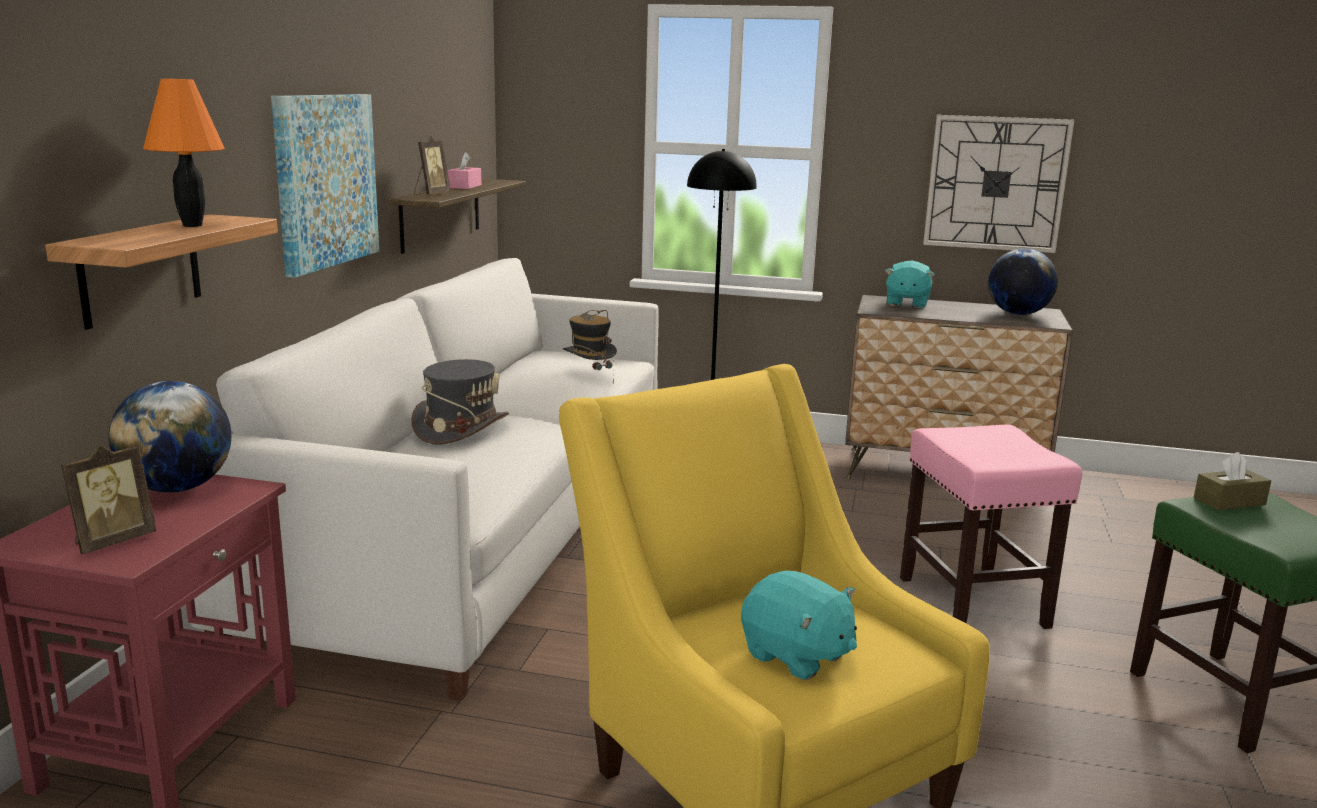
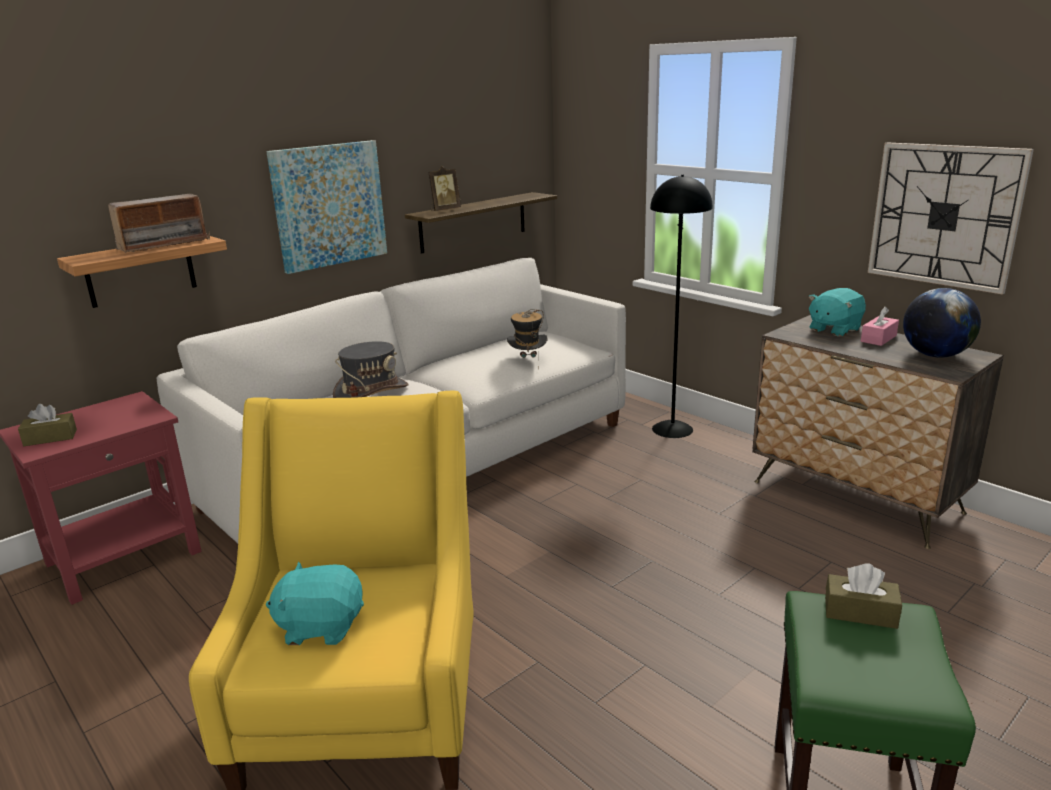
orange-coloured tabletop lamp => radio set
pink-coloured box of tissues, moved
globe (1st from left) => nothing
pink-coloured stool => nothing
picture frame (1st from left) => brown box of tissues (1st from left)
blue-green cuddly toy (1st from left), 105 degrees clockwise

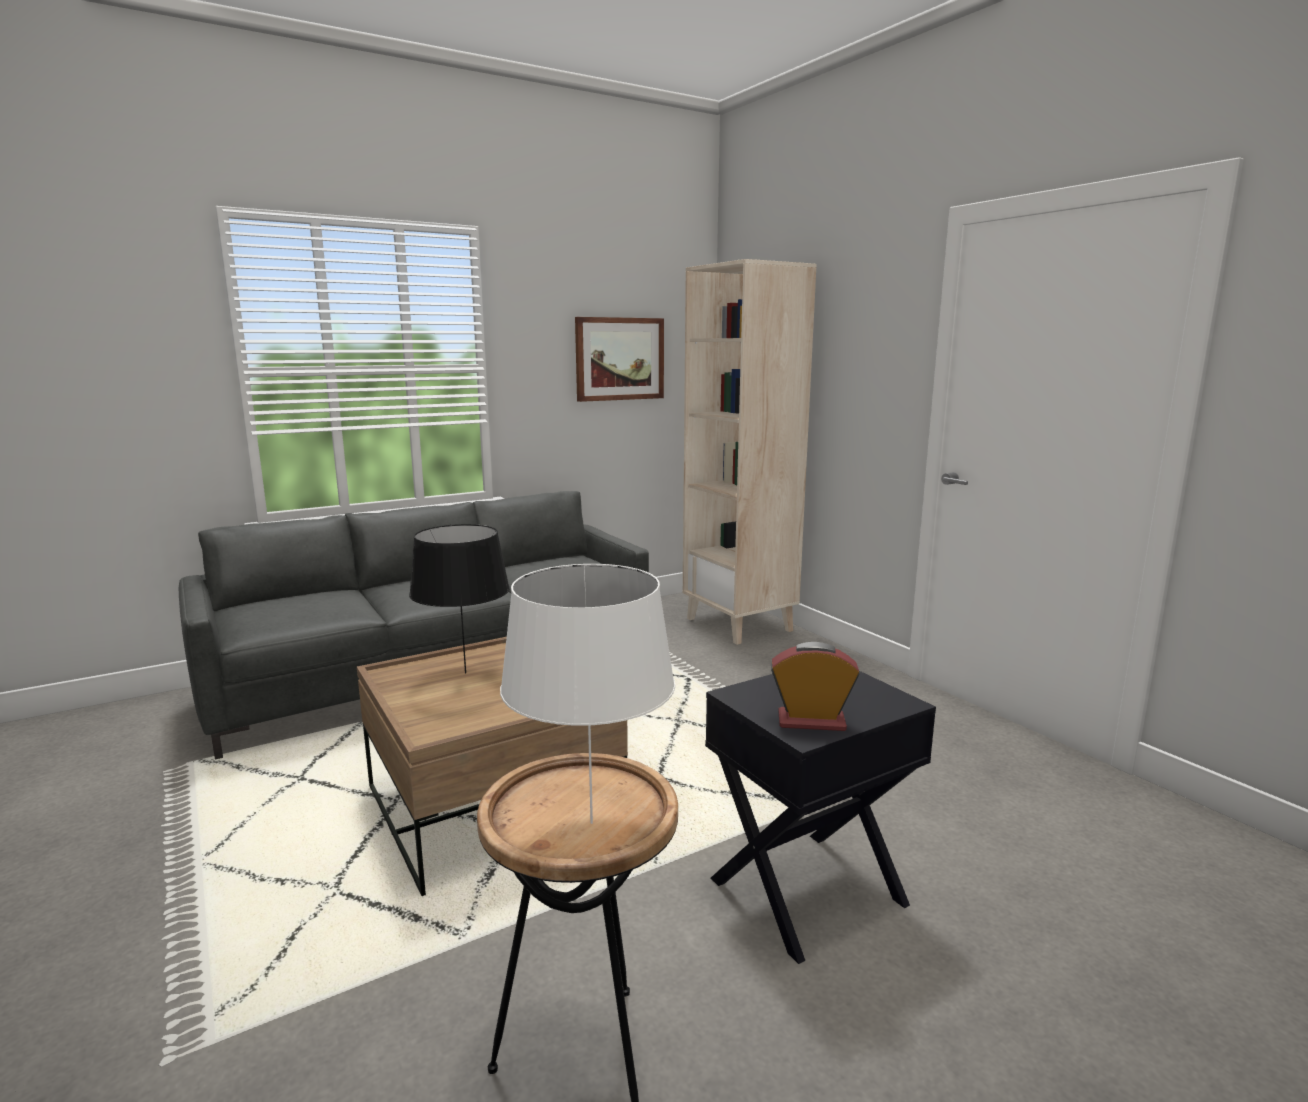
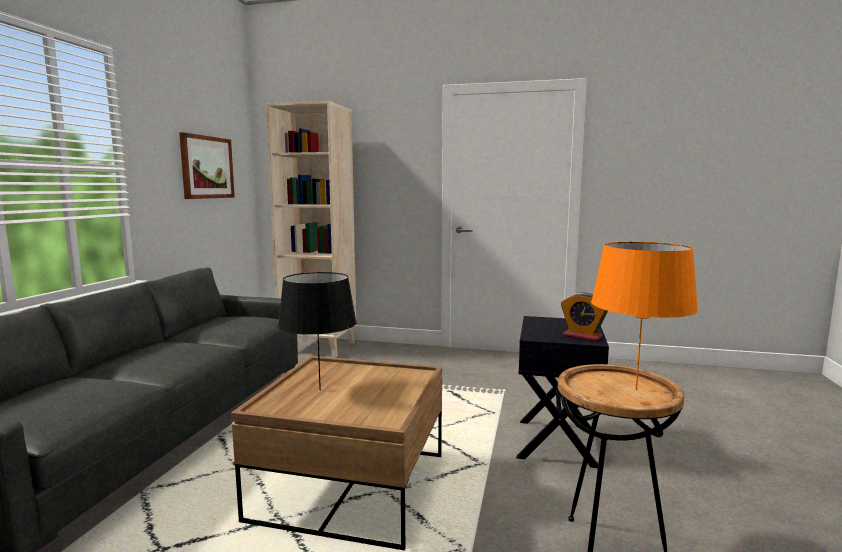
white tabletop lamp => orange-coloured tabletop lamp
bedside clock, 105 degrees counterclockwise

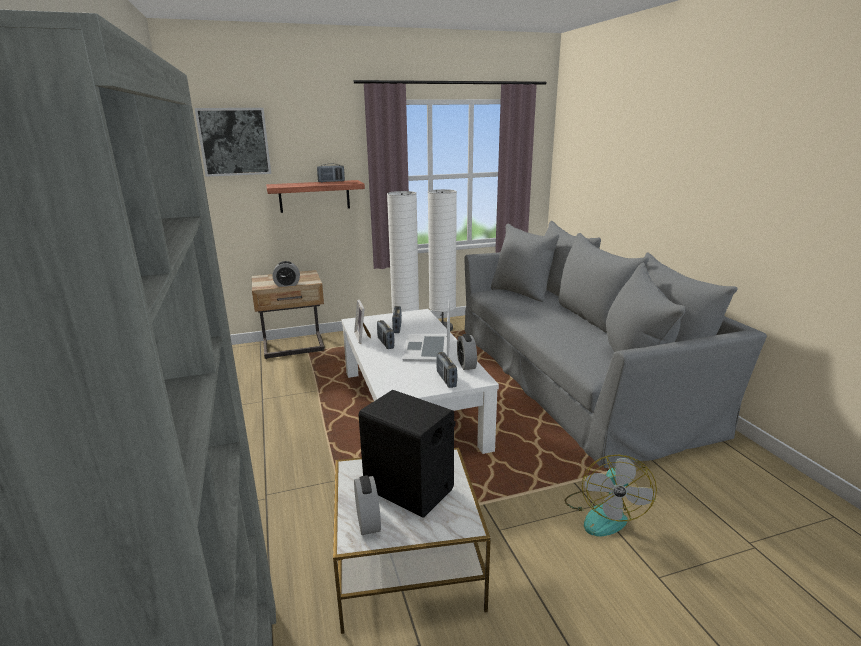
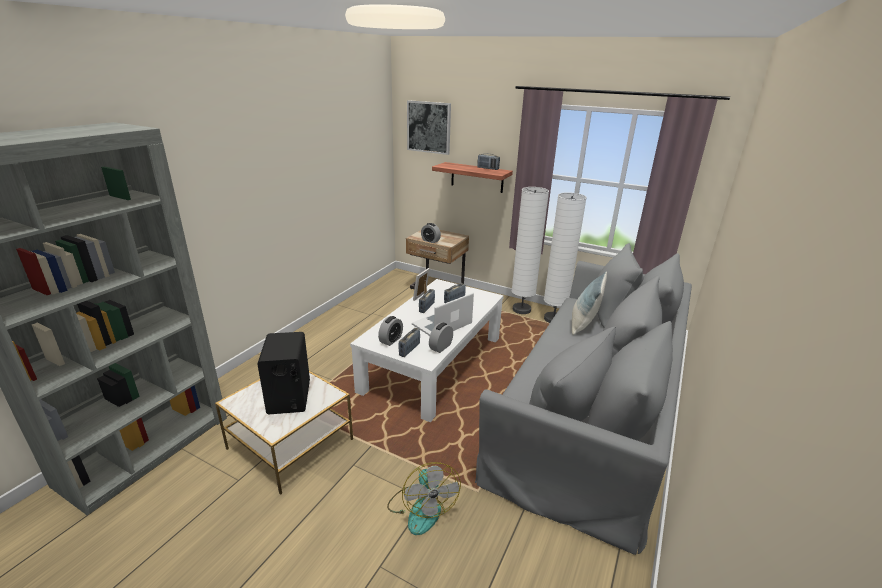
electric fan, 75 degrees counterclockwise
bedside clock (2nd from left in the first image) => bedside clock (1st from left), moved
nothing => cushion

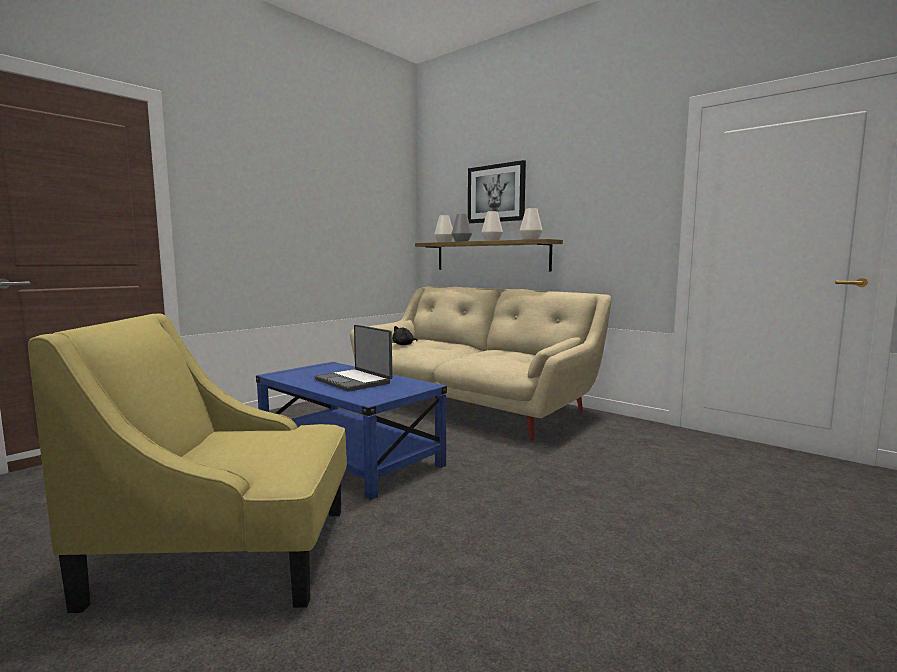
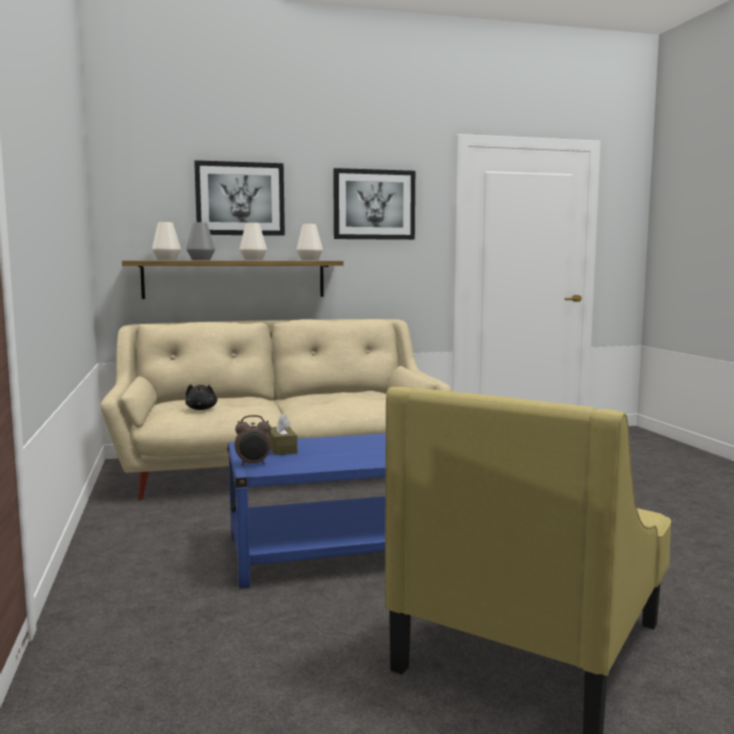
portable computer => nothing
nothing => wall picture (2nd from left)
nothing => brown box of tissues
nothing => bedside clock

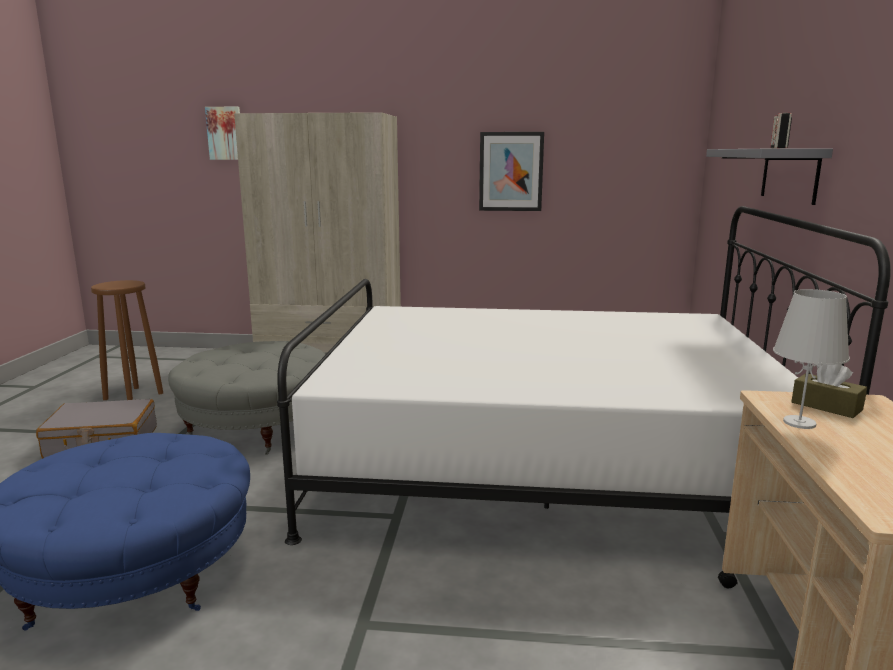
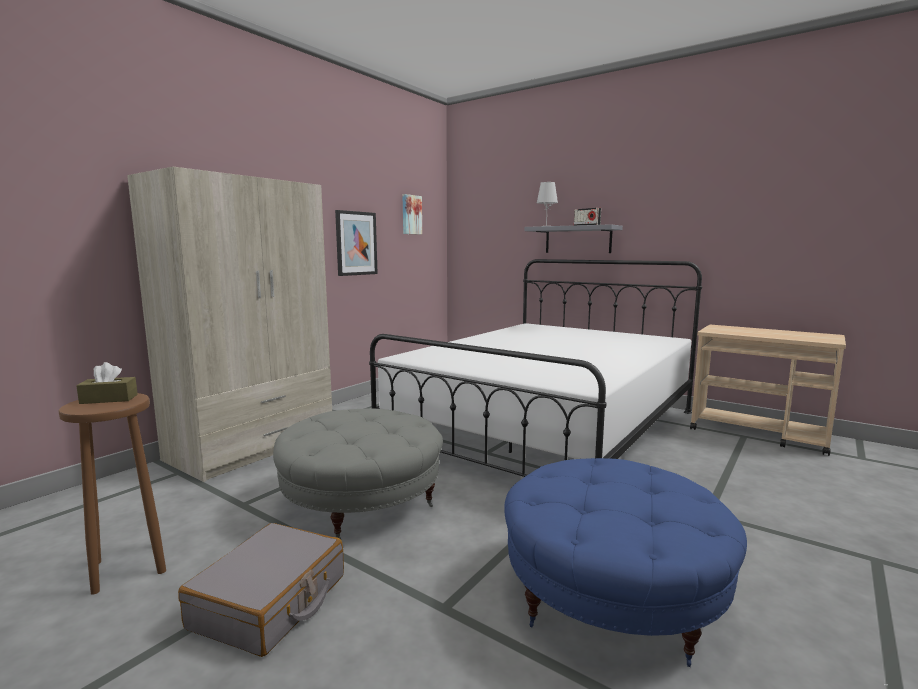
wall picture (1st from left in the first image) => wall picture (2nd from left), moved
white tabletop lamp, moved
brown box of tissues, moved

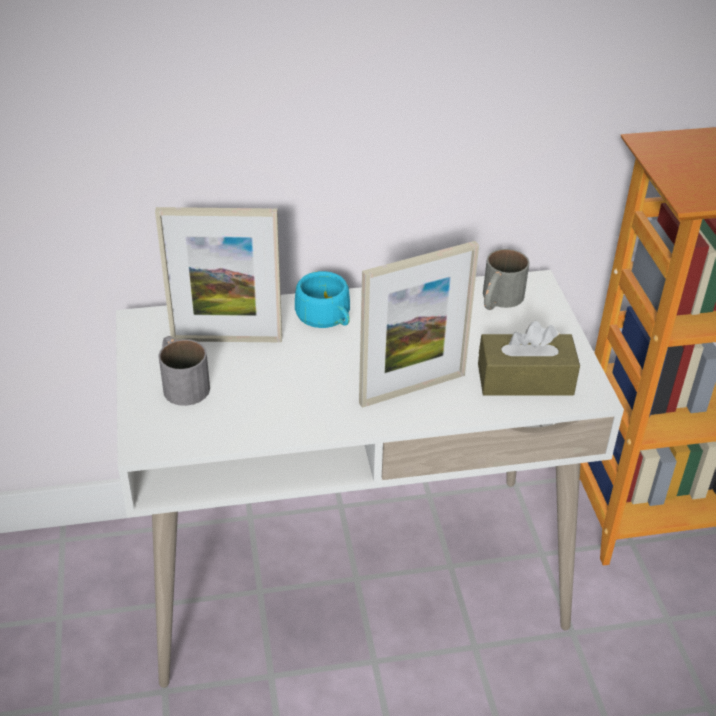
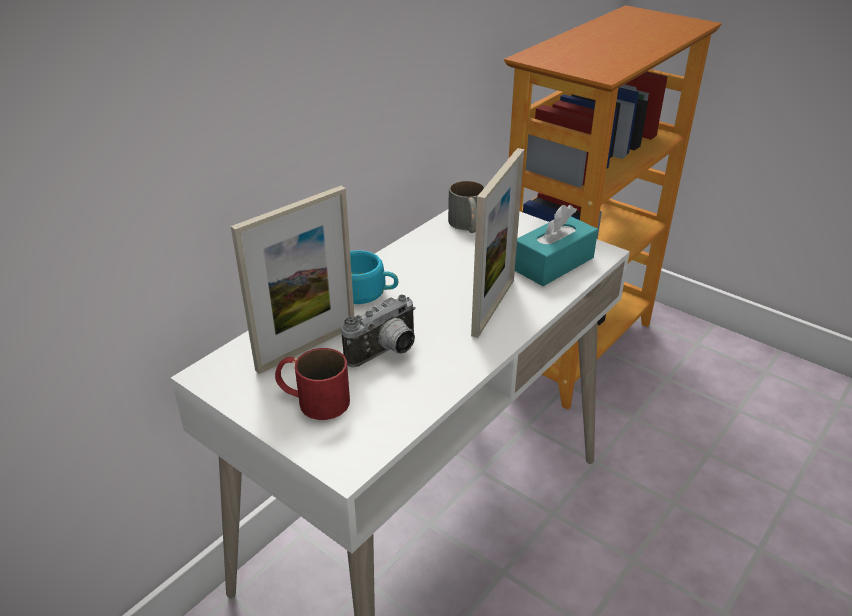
brown box of tissues => blue-green box of tissues
greyish tea mug (1st from left) => red tea mug
nothing => photo camera

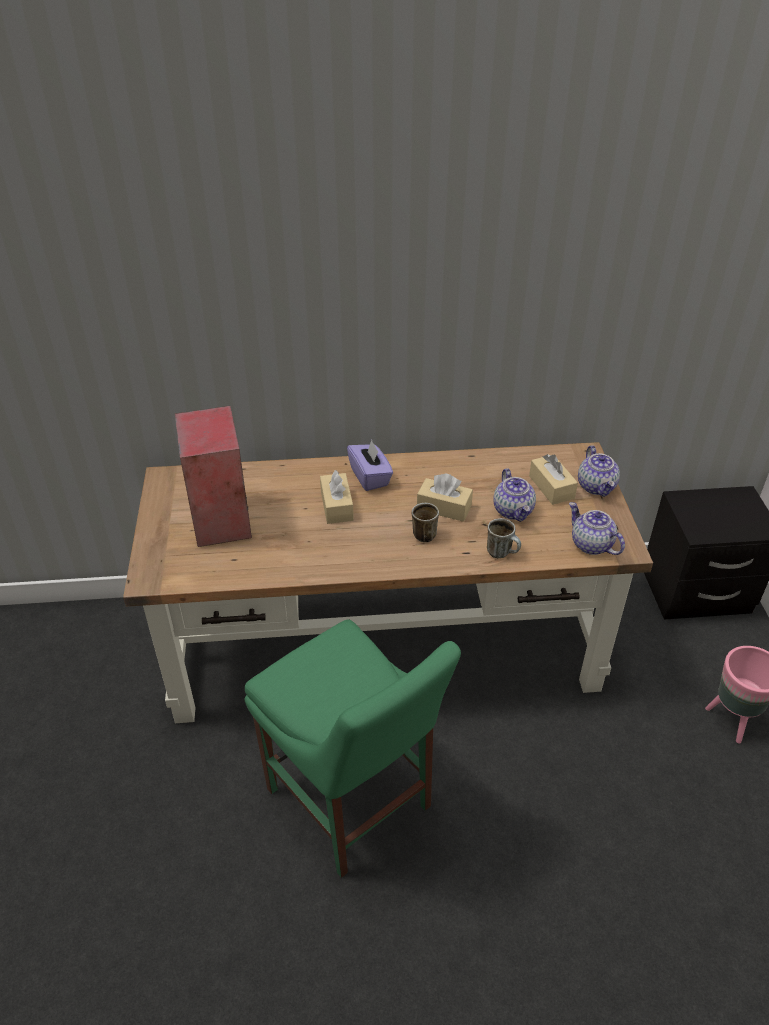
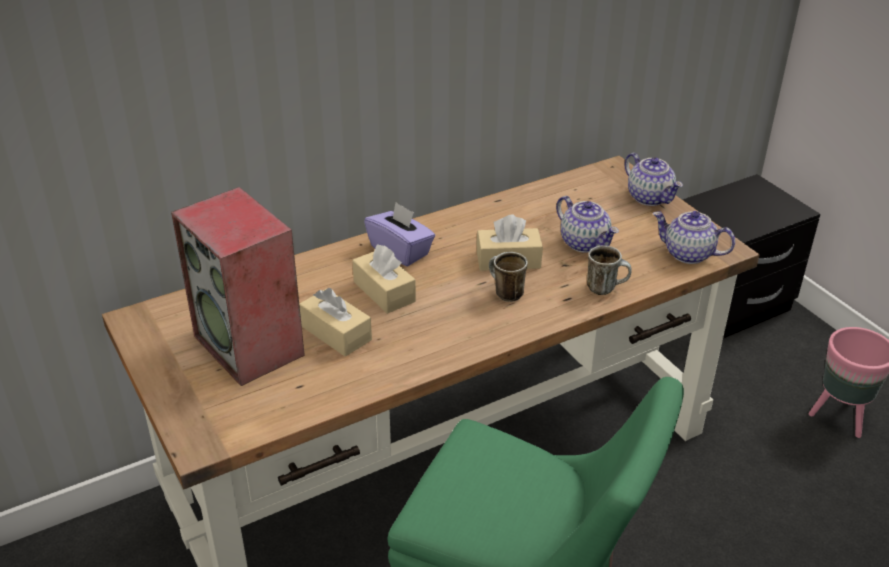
sand-coloured box of tissues (3rd from left in the first image) => sand-coloured box of tissues (1st from left), moved

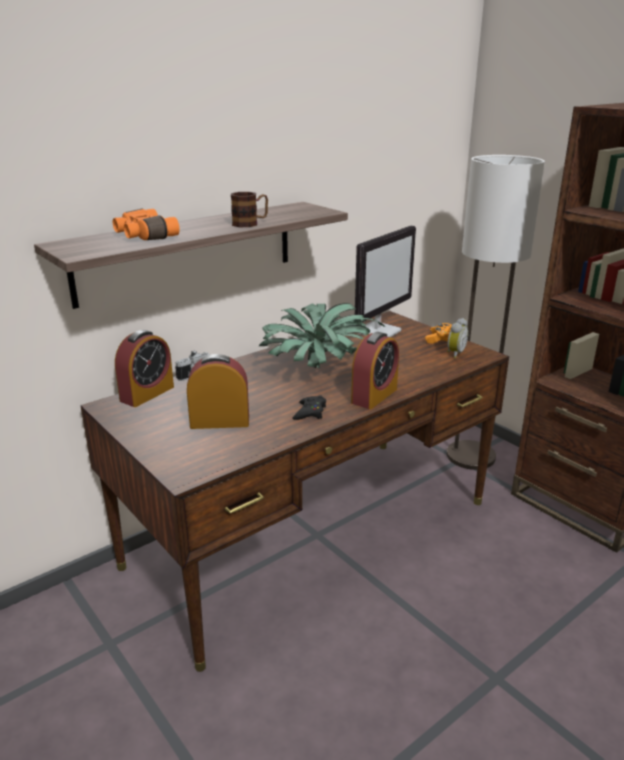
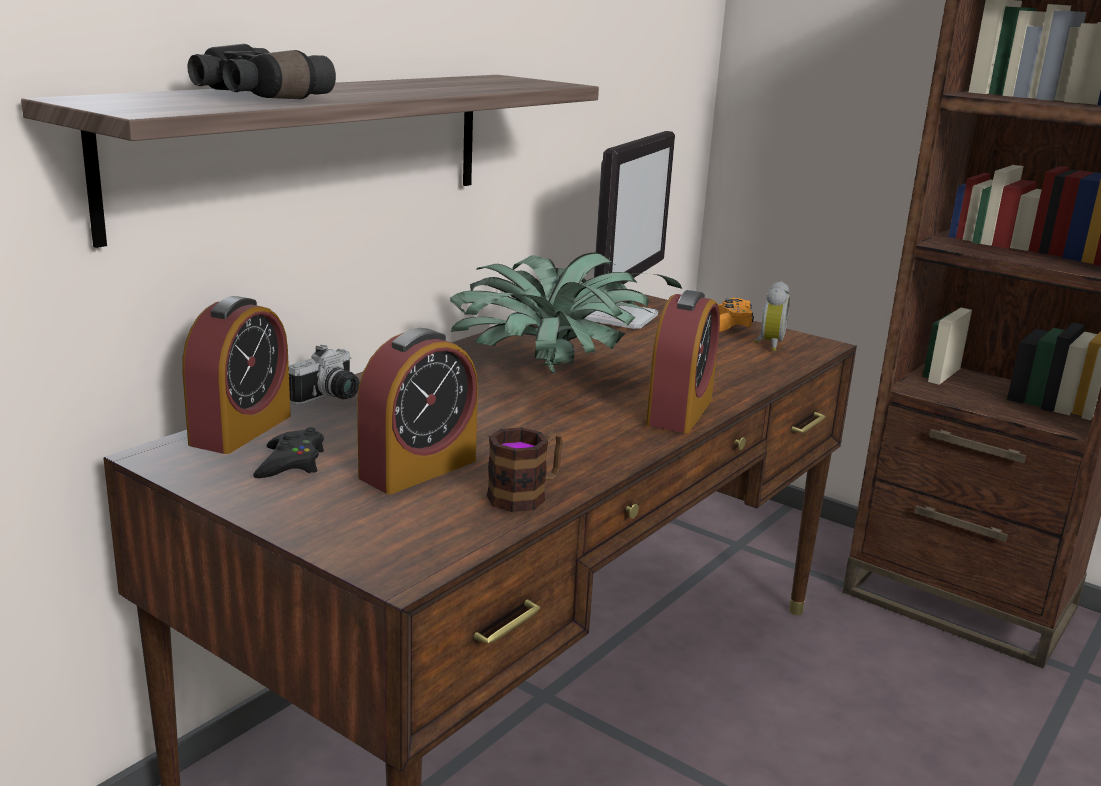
floor lamp => nothing
tea mug, moved
orange-coloured binoculars => black binoculars
bedside clock (2nd from left), 150 degrees clockwise
black game controller, moved

